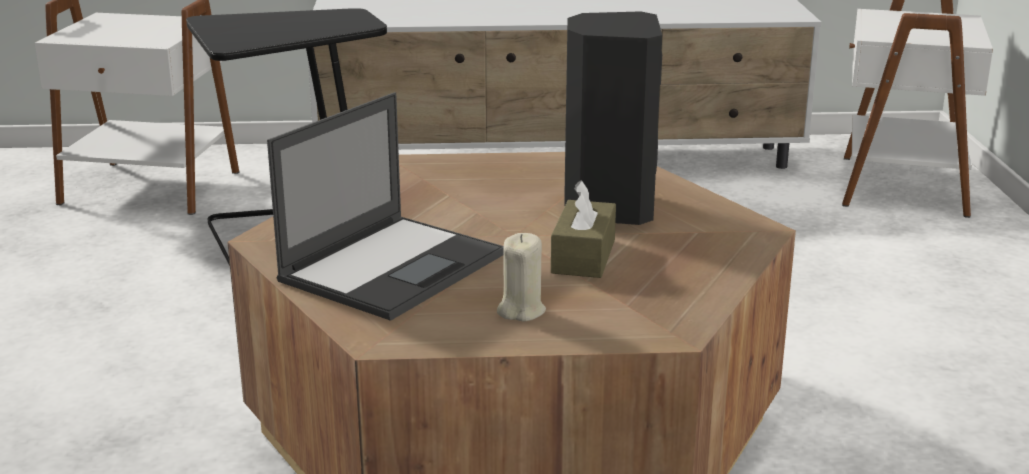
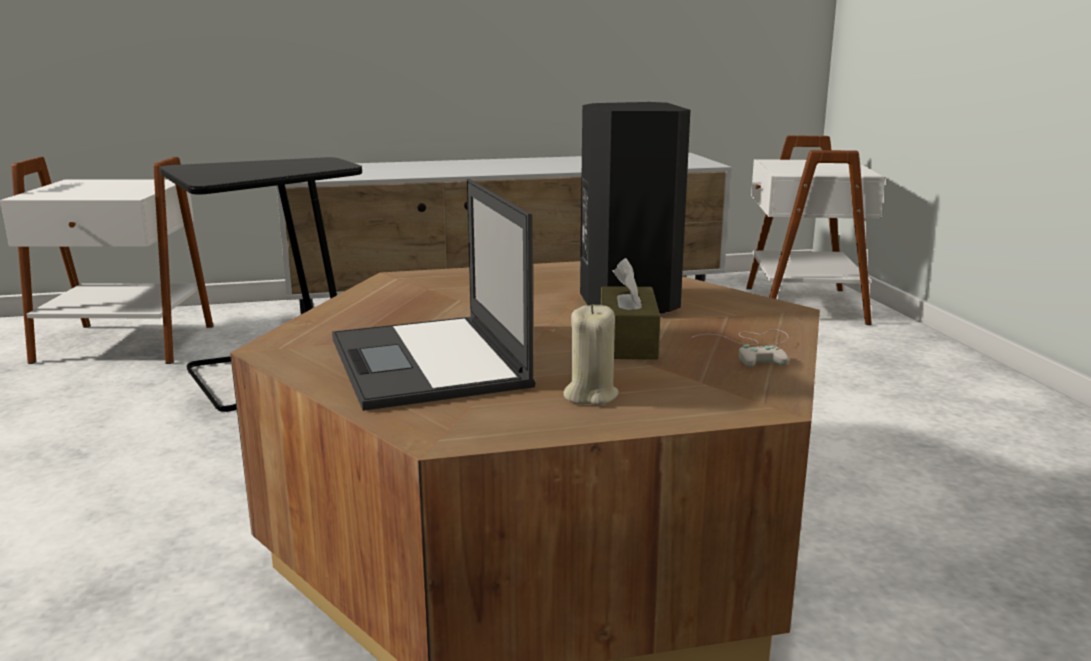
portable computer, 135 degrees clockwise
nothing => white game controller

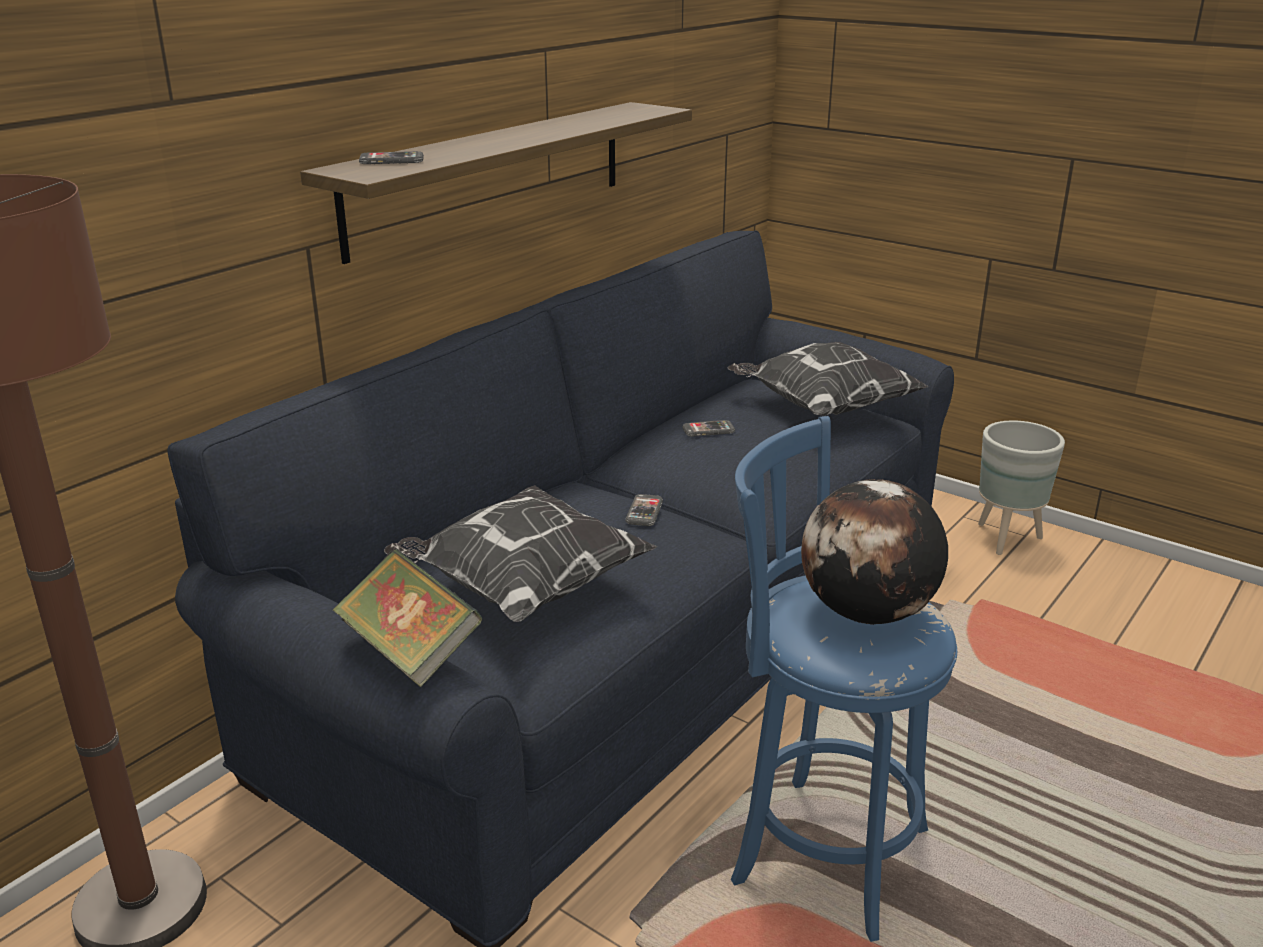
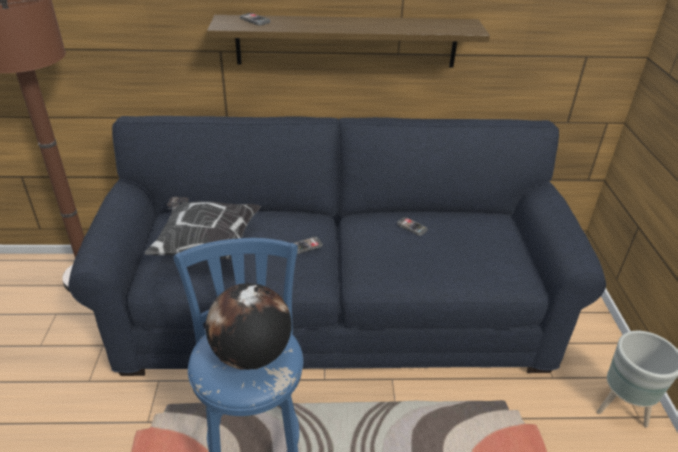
cushion (2nd from left) => nothing
volume => nothing

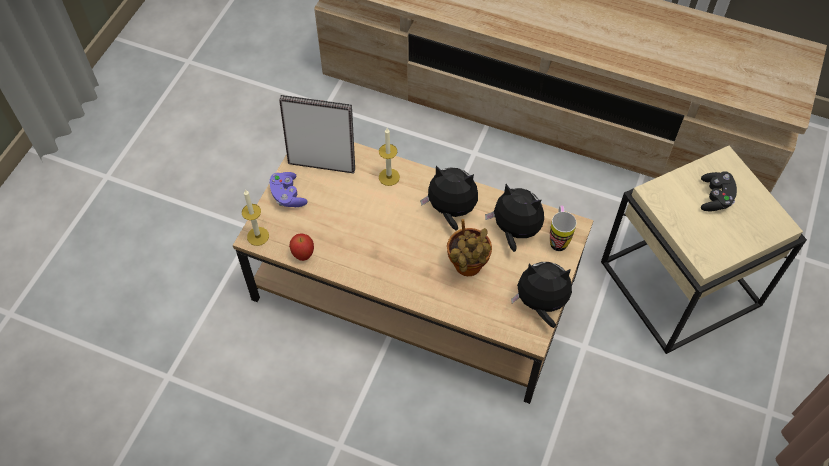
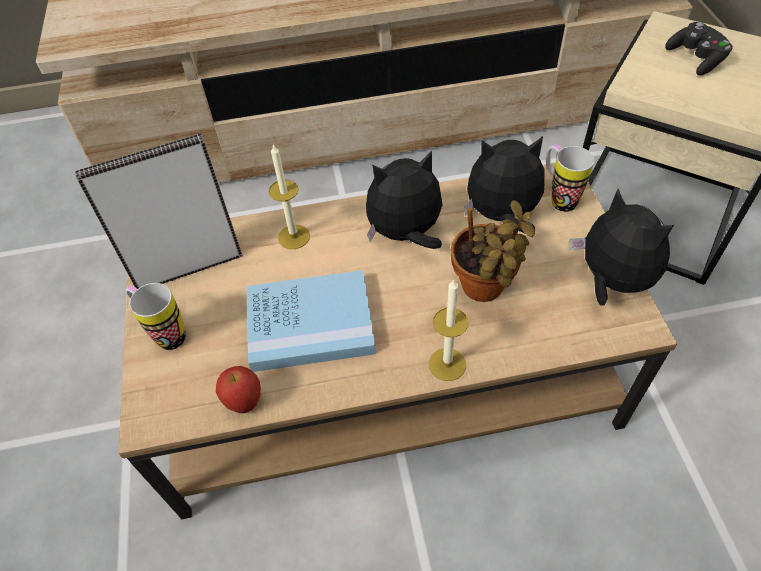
purple game controller => tea mug (1st from left)
wax light (1st from left in the first image) => wax light (2nd from left), moved
cuddly toy (3rd from left), 75 degrees clockwise
nothing => blue-coloured volume

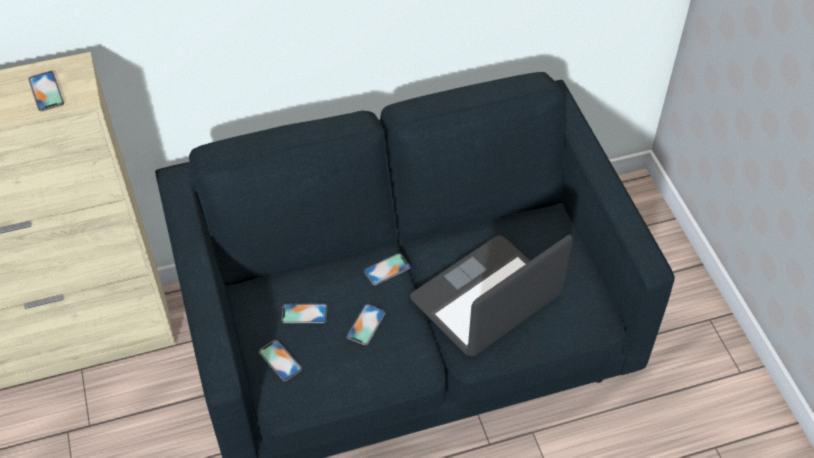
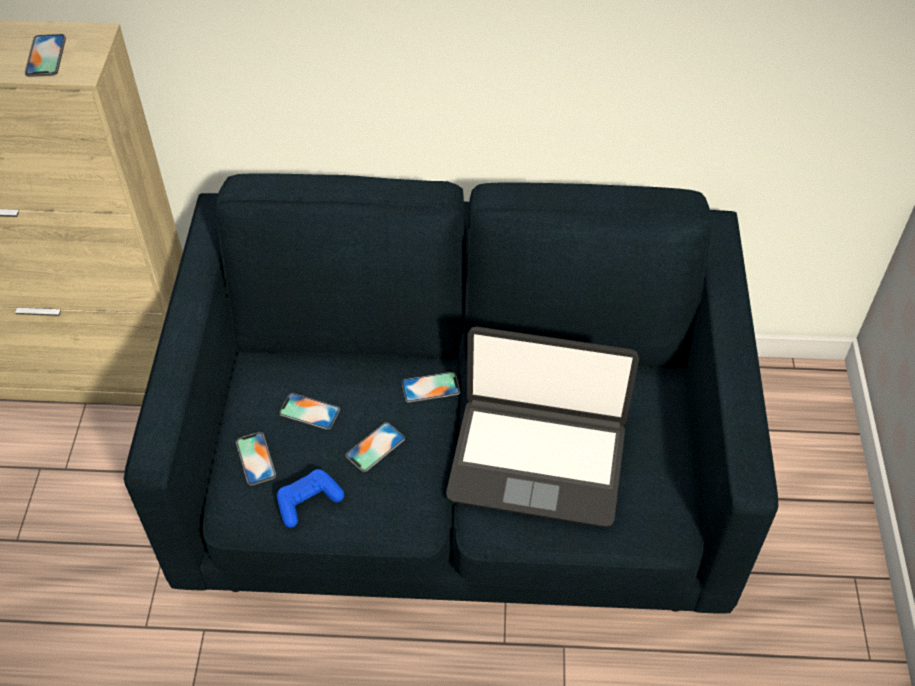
portable computer, 150 degrees counterclockwise
nothing => blue-coloured game controller

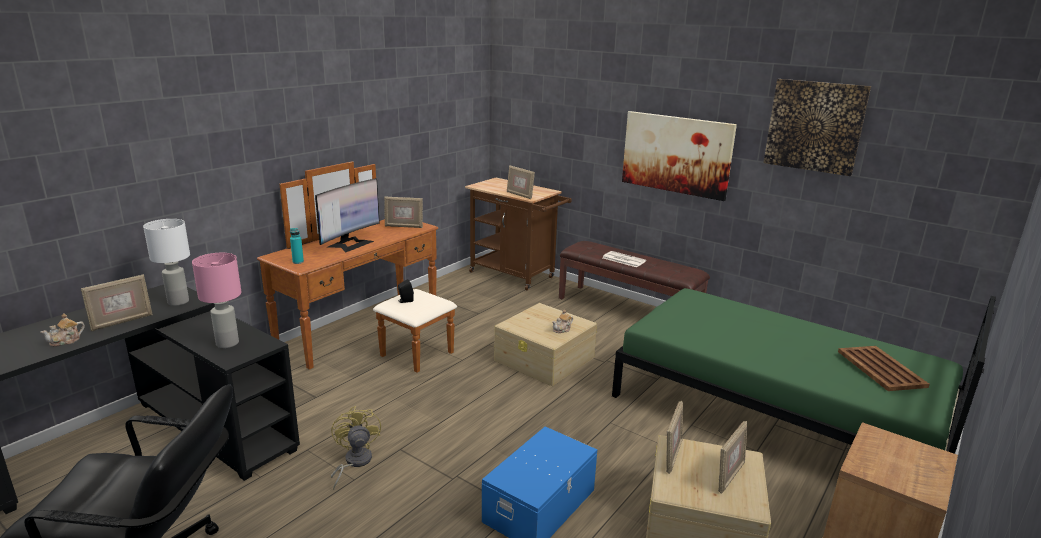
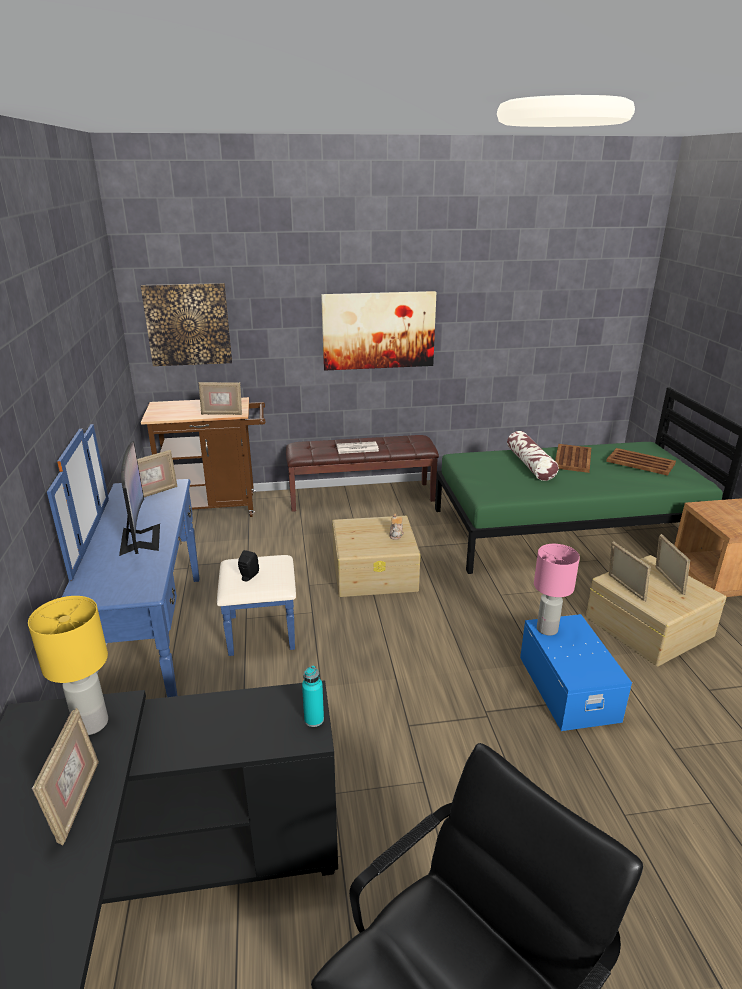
wall picture (2nd from left in the first image) => wall picture (1st from left), moved
brown drawer chest => blue-coloured drawer chest
white tabletop lamp => yellow-coloured tabletop lamp
blue-green bottle, moved
pink-coloured tabletop lamp, moved
teapot (1st from left) => nothing
yellow-coloured electric fan => nothing
nothing => cushion
nothing => brown serving tray (1st from left)

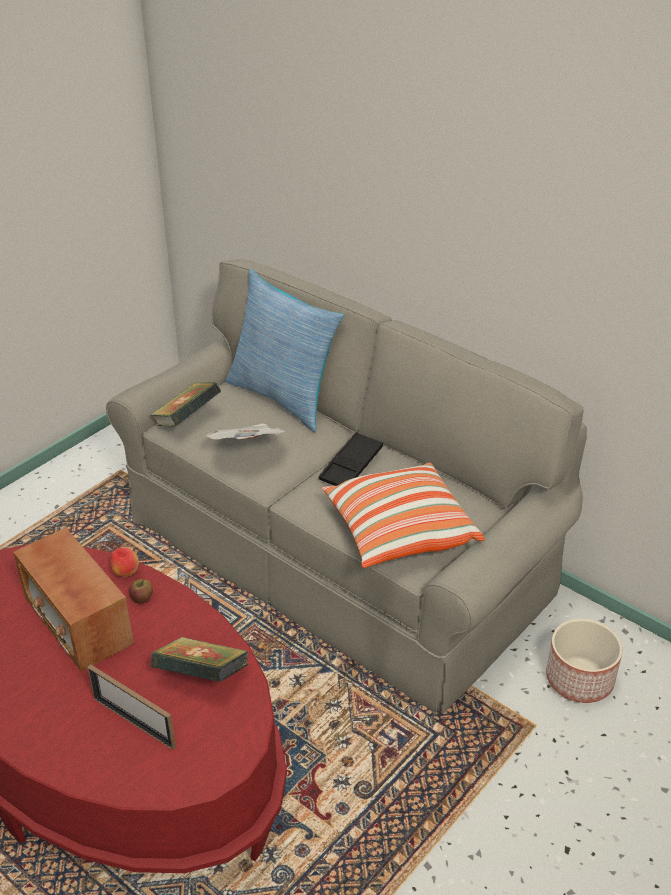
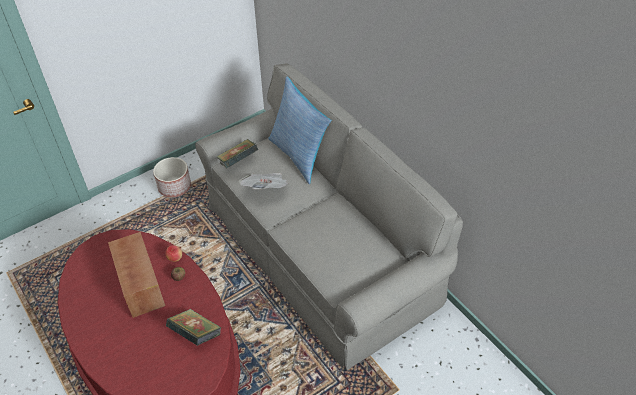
black serving tray => nothing
cushion (2nd from left) => nothing
planter, moved
picture frame => nothing

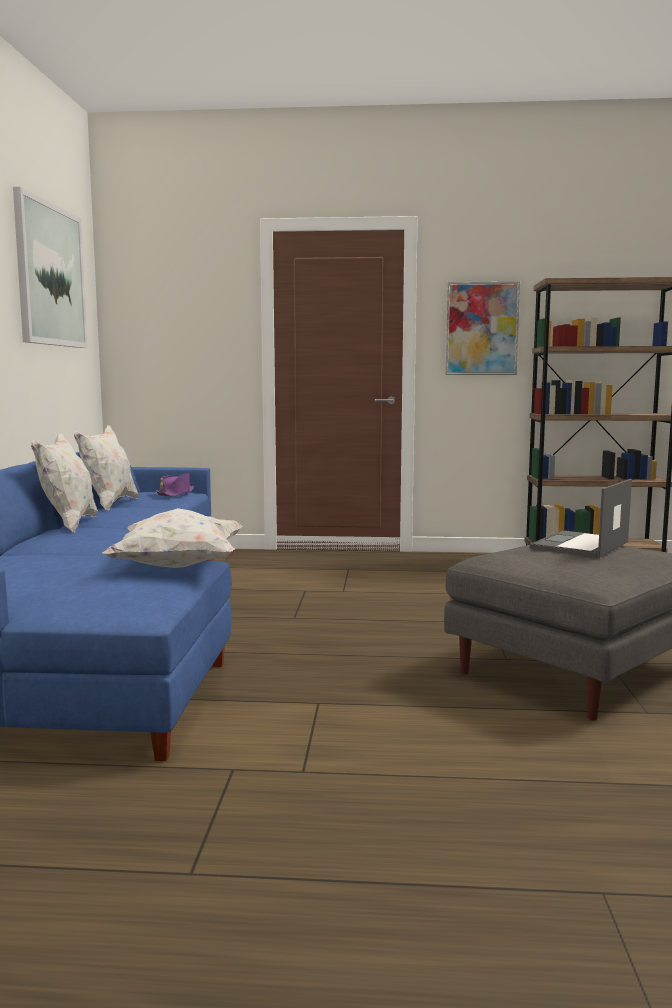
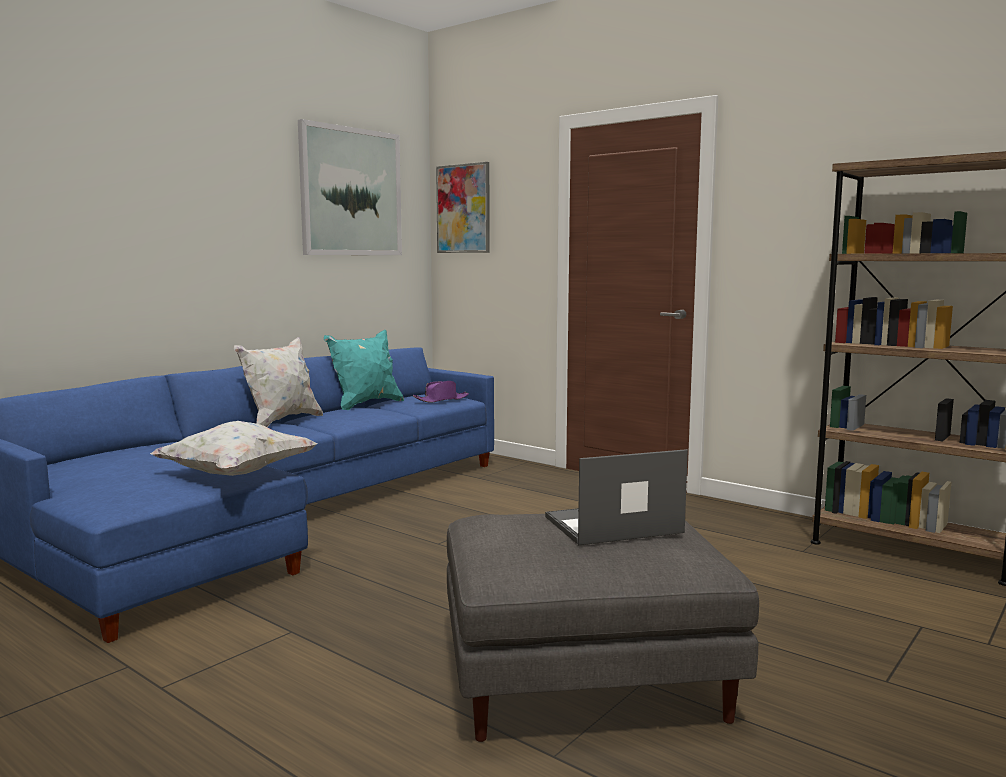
wall picture (2nd from left), moved
white cushion (2nd from left) => blue-green cushion

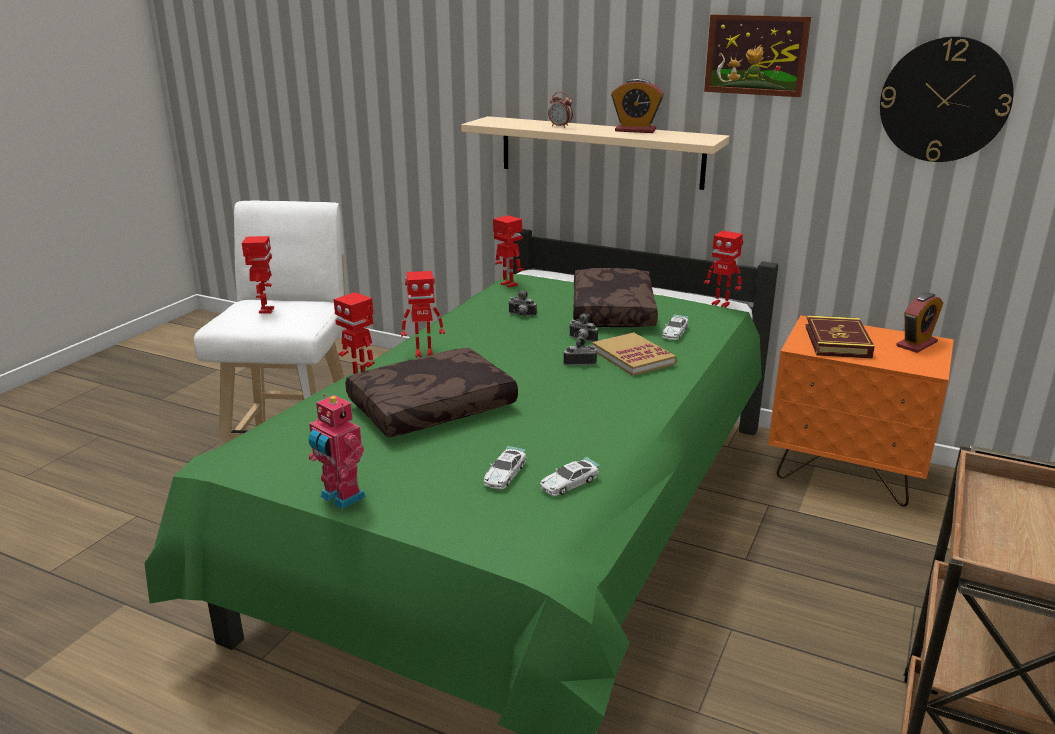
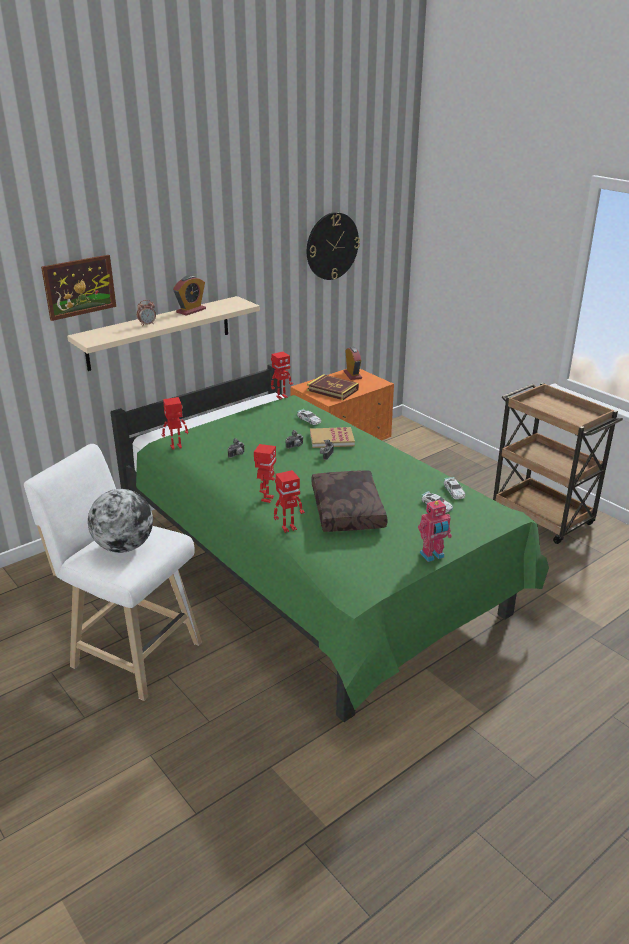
wall picture, moved
model robot (1st from left) => globe
brown cushion (2nd from left) => nothing

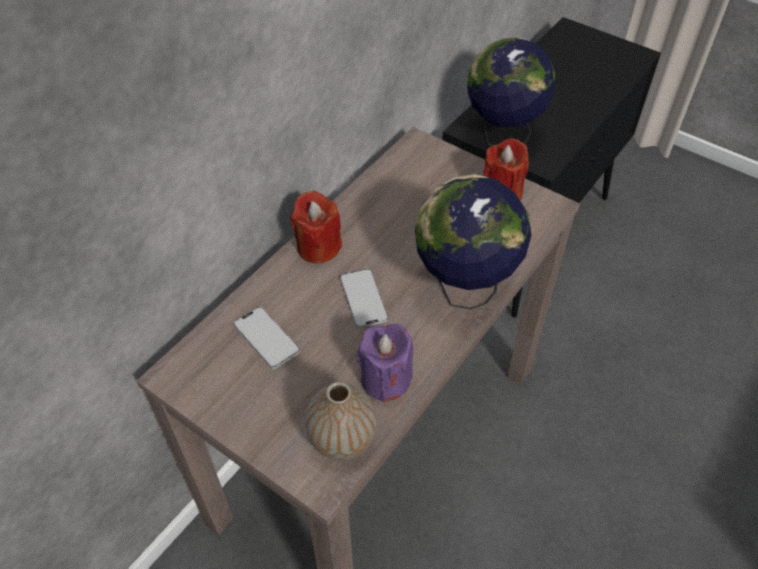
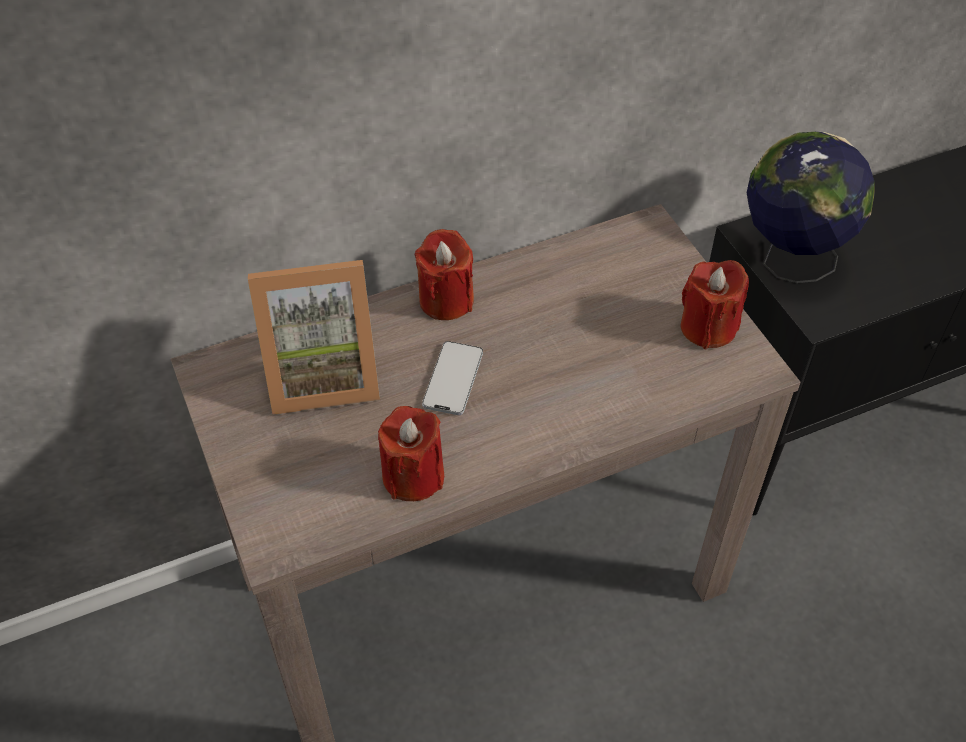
globe (1st from left) => nothing
telephone (1st from left) => picture frame
purple wax light => red wax light (1st from left)
vase => nothing

